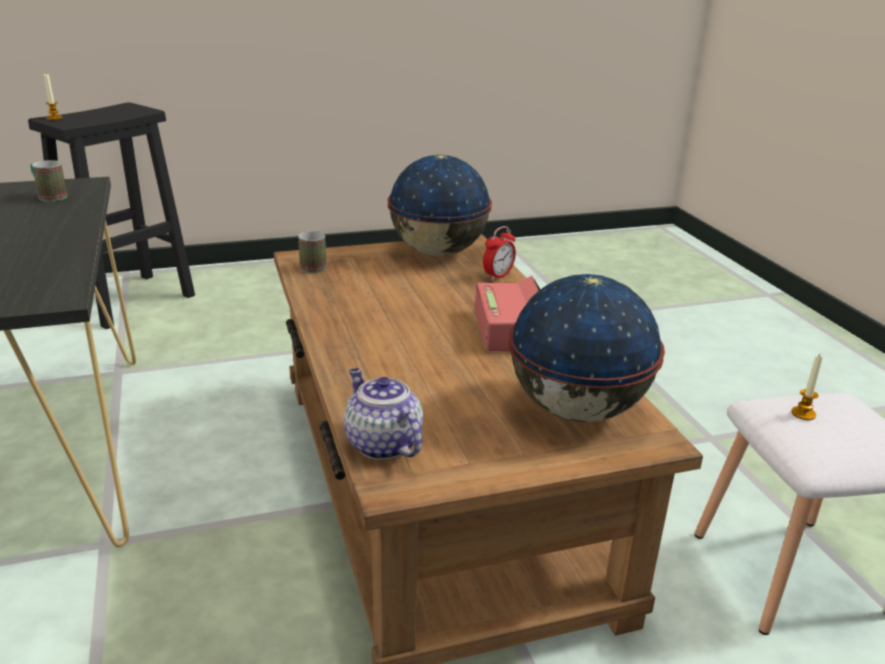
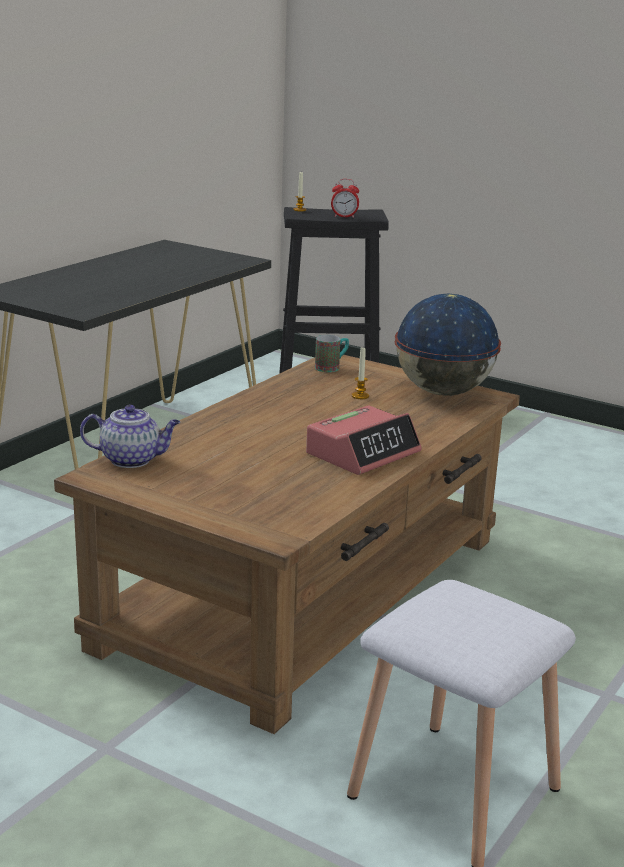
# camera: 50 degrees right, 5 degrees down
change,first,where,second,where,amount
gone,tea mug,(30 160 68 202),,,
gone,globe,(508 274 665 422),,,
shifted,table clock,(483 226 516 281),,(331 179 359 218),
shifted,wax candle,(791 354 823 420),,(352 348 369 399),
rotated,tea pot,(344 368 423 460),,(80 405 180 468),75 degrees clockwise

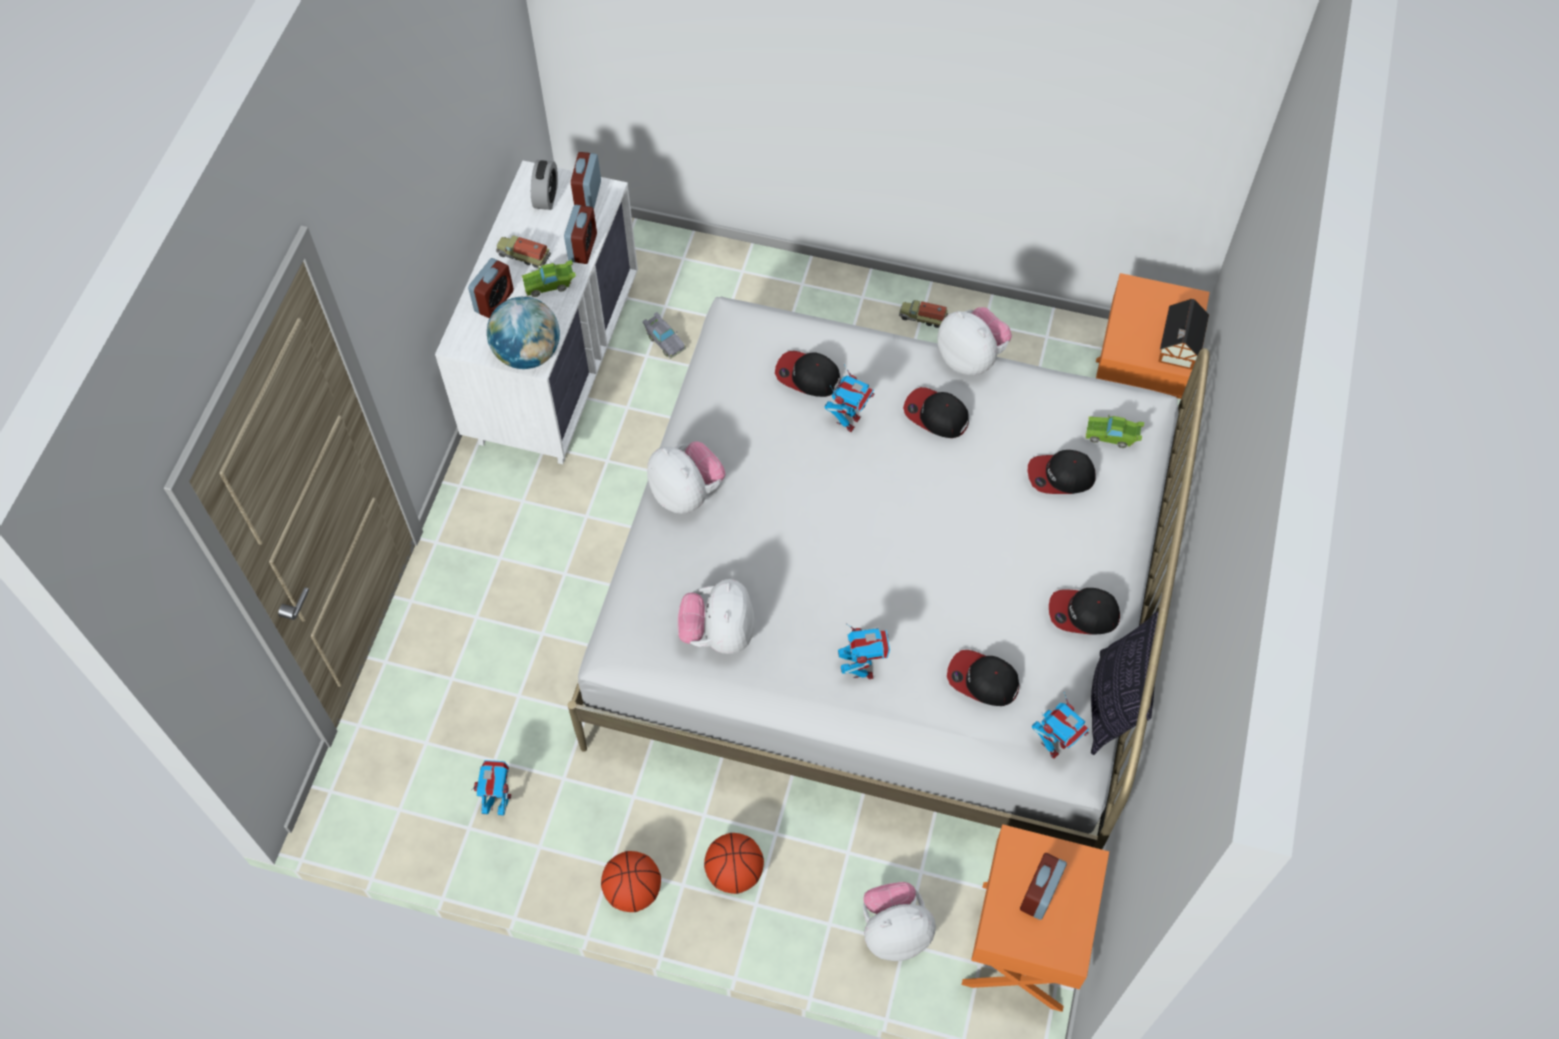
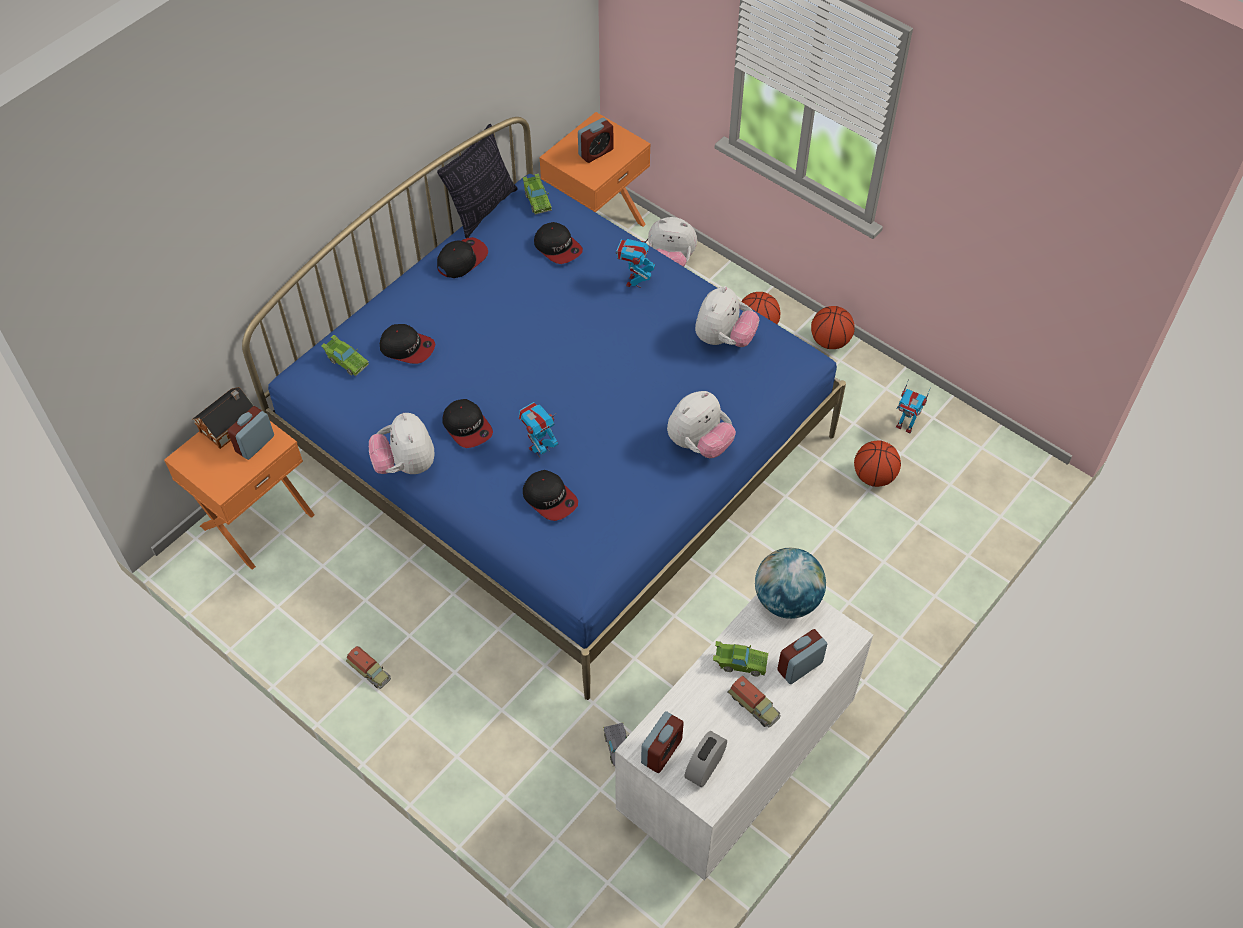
# camera: 155 degrees left, 5 degrees down
change,first,where,second,where,amount
new,,,basketball,(854 441 901 487),
shifted,table clock,(564 205 597 264),,(228 406 274 460),
swapped,toy robot,(1032 692 1089 759),green toy car,(522 174 552 215),
repainted,whitish bed,(568 296 1209 849),bluish bed,(242 117 846 700),
rotated,plush toy,(647 442 726 514),,(667 391 736 458),120 degrees counterclockwise
rotated,baseball cap,(1049 588 1120 635),,(437 237 488 278),75 degrees counterclockwise

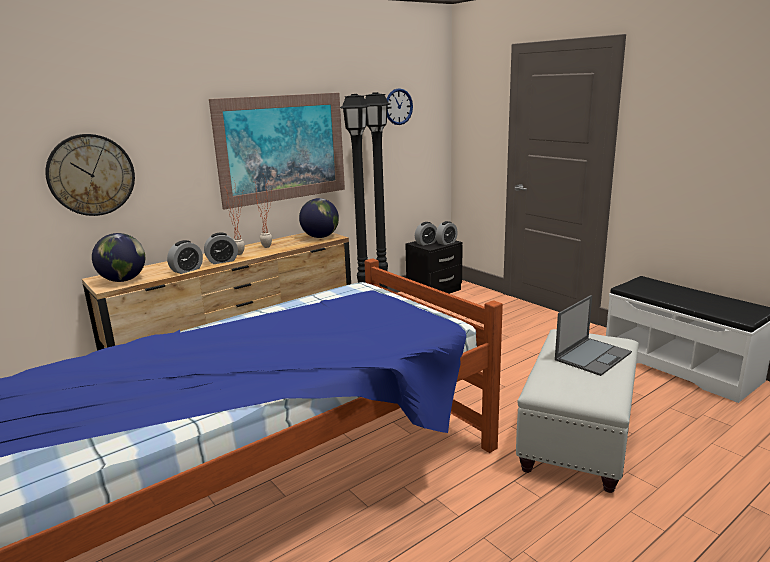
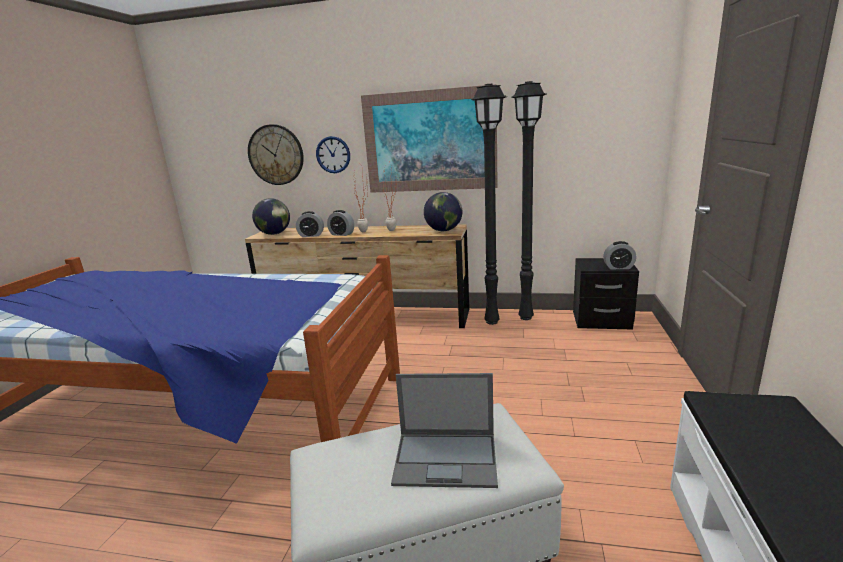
# camera: 50 degrees right, 0 degrees up
change,first,where,second,where,amount
gone,table clock,(415 222 437 245),,,
shifted,wall clock,(387 88 413 125),,(316 136 350 173),

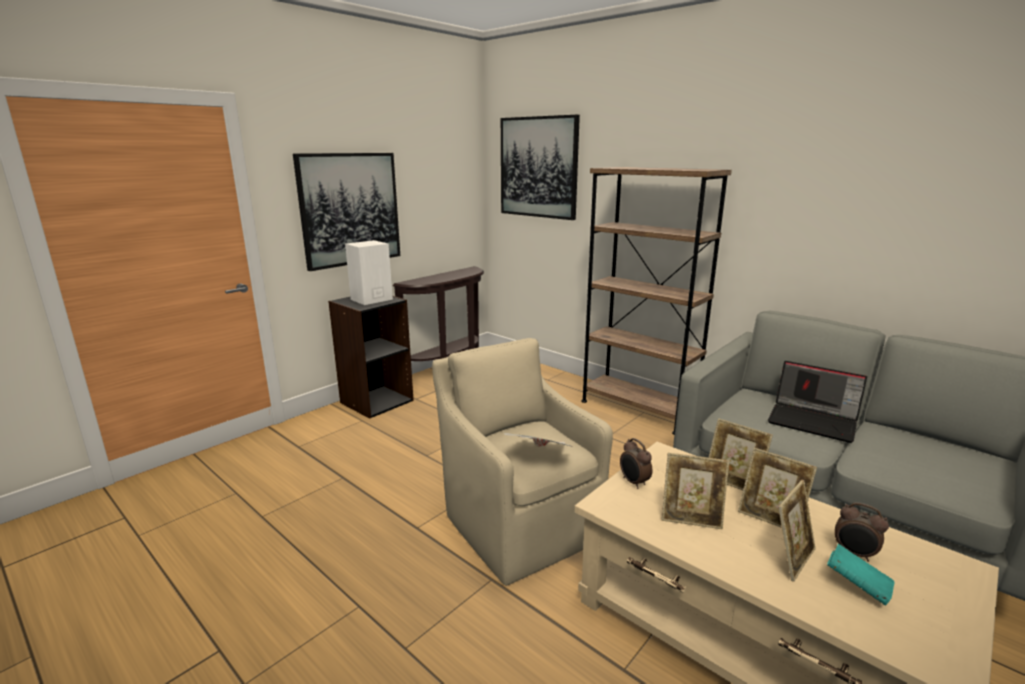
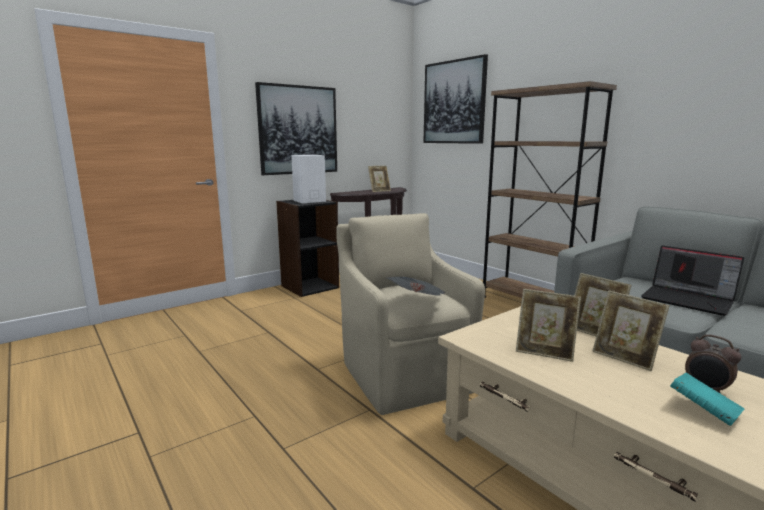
# camera: 10 degrees right, 5 degrees down
change,first,where,second,where,amount
gone,table clock,(620 438 652 489),,,
shifted,picture frame,(778 480 816 582),,(368 166 391 192),

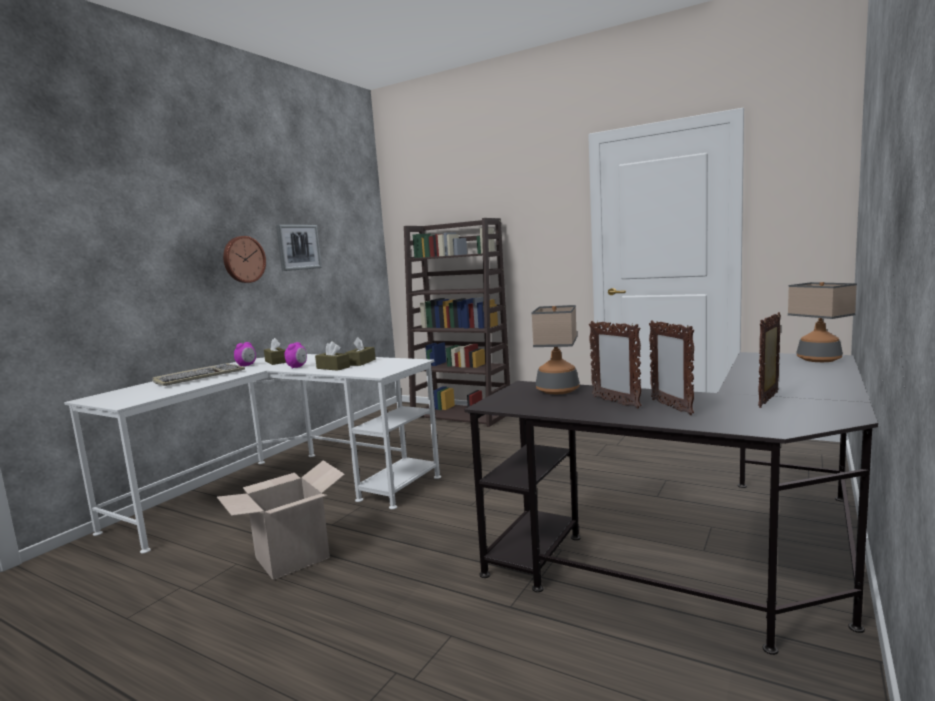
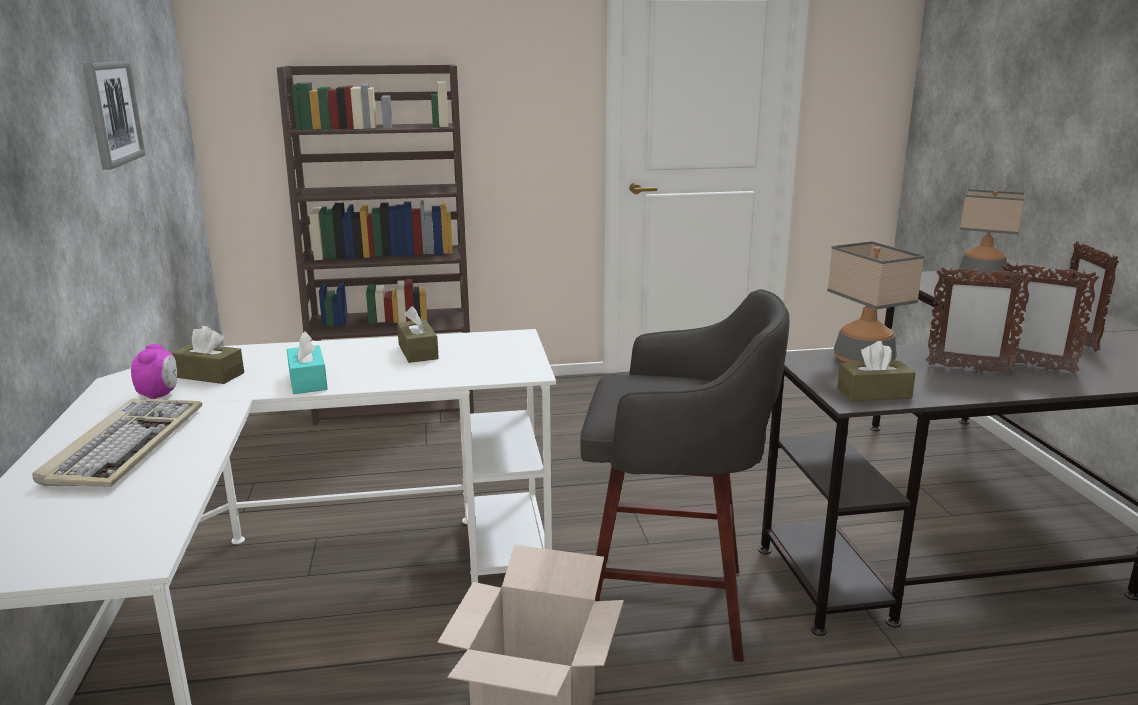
# camera: 40 degrees left, 10 degrees up
change,first,where,second,where,amount
gone,wall clock,(223 236 266 283),,,
new,,,grey stool seat,(580 289 790 662),
shifted,brown-coloured tissue box,(315 341 350 371),,(837 341 916 401),
swapped,table clock,(285 342 307 369),blue-green tissue box,(287 331 328 394),

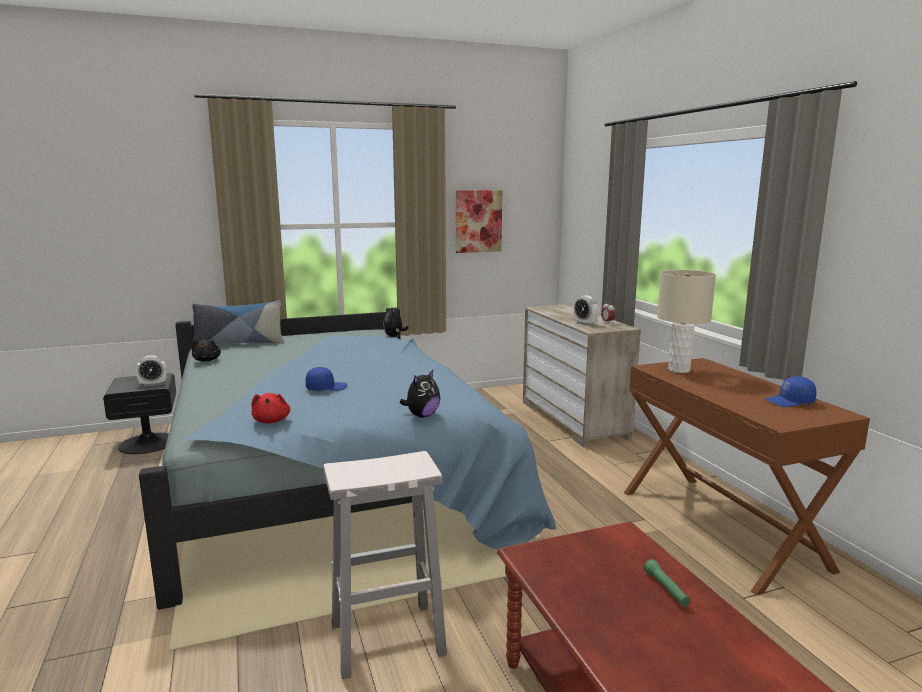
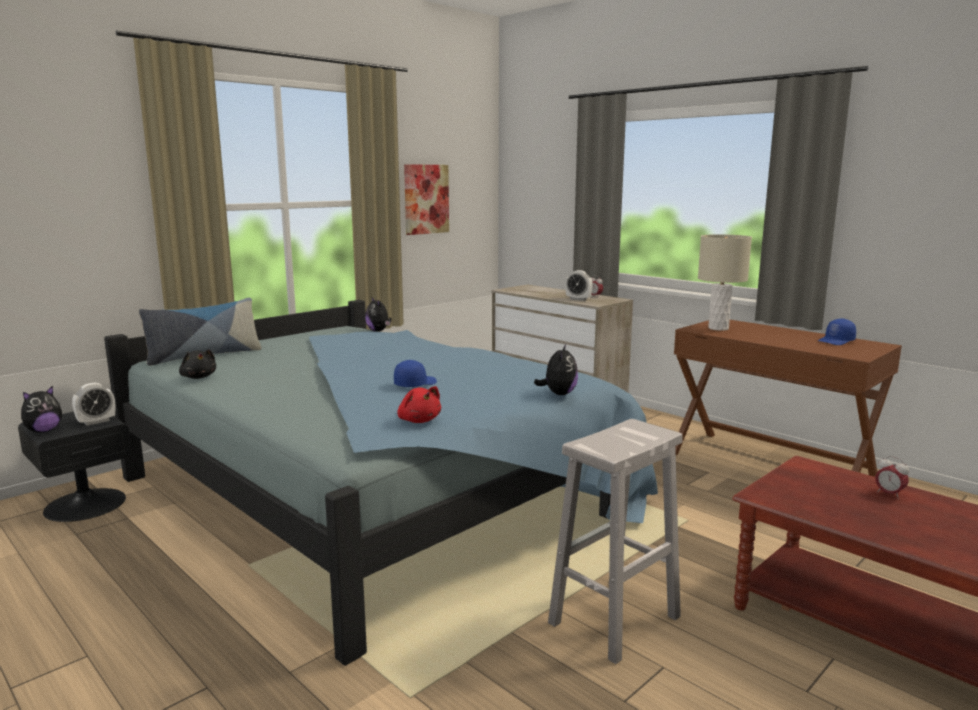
# camera: 25 degrees left, 0 degrees up
change,first,where,second,where,amount
new,,,plush toy,(21 386 62 433),
swapped,green hand torch,(644 559 690 607),table clock,(875 456 909 499),

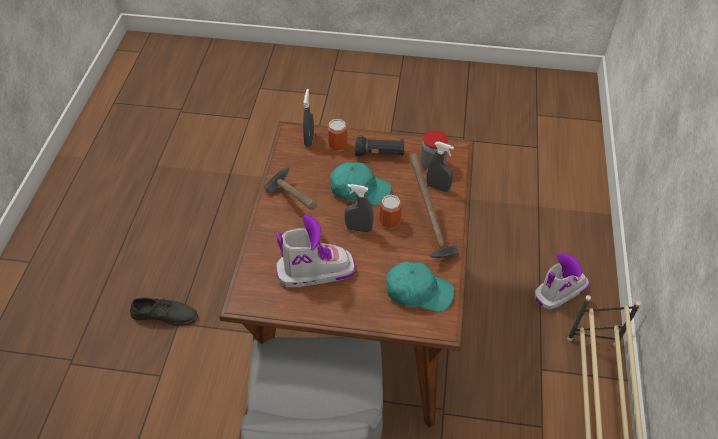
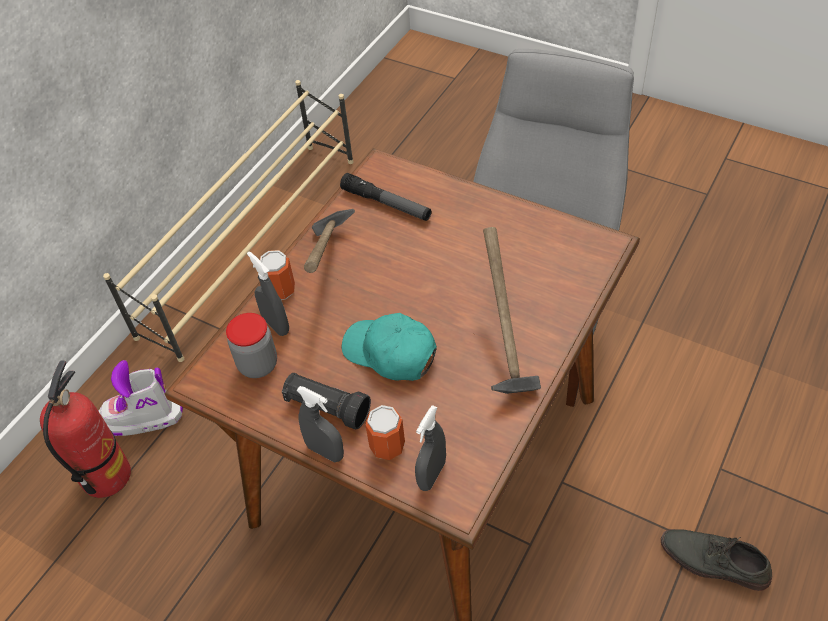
# camera: 155 degrees left, 0 degrees up
change,first,where,second,where,amount
gone,boot,(276 215 355 287),,,
new,,,fire extinguisher,(40 360 131 498),
shifted,grey sprayer,(344 184 373 233),,(296 386 344 462),
shifted,sealed can,(379 195 402 229),,(260 250 295 300),
swapped,blue-green baseball cap,(387 262 454 312),hand torch,(340 173 432 221),

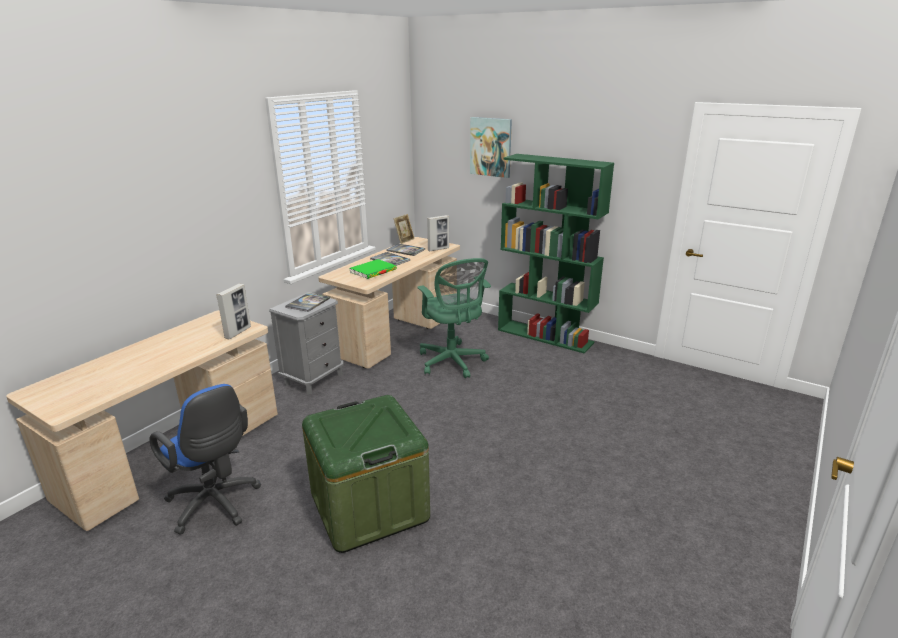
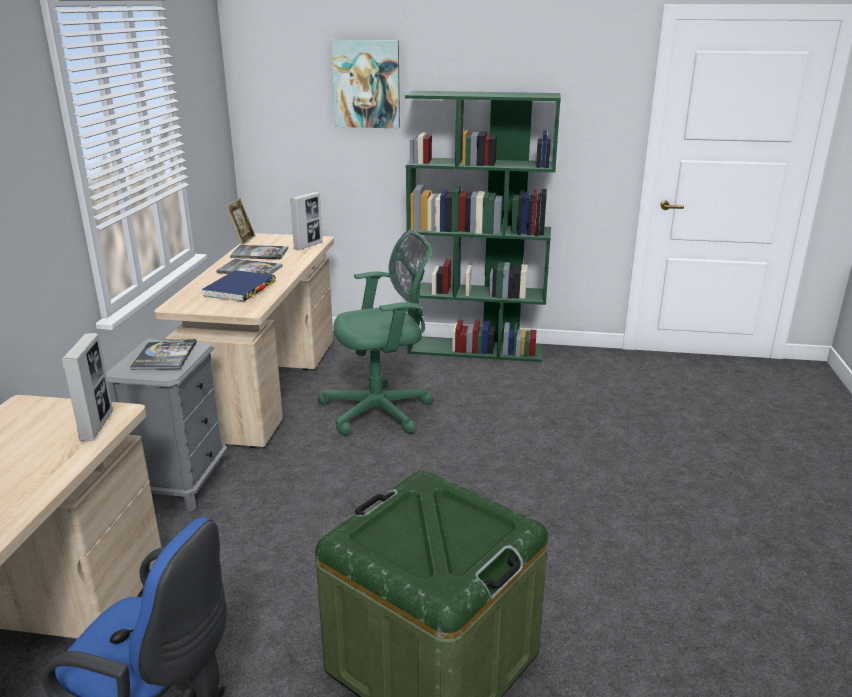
# camera: 25 degrees left, 0 degrees up
change,first,where,second,where,amount
repainted,green bound book,(350 259 397 279),bluish bound book,(202 270 276 301),
rotated,green office chair,(417 258 491 378),,(318 230 433 435),60 degrees counterclockwise

